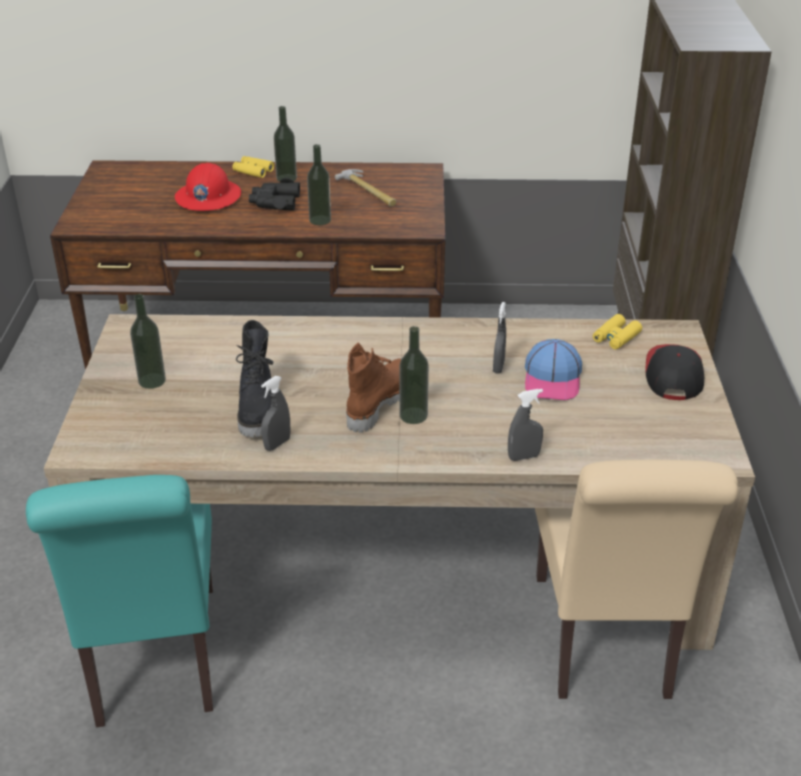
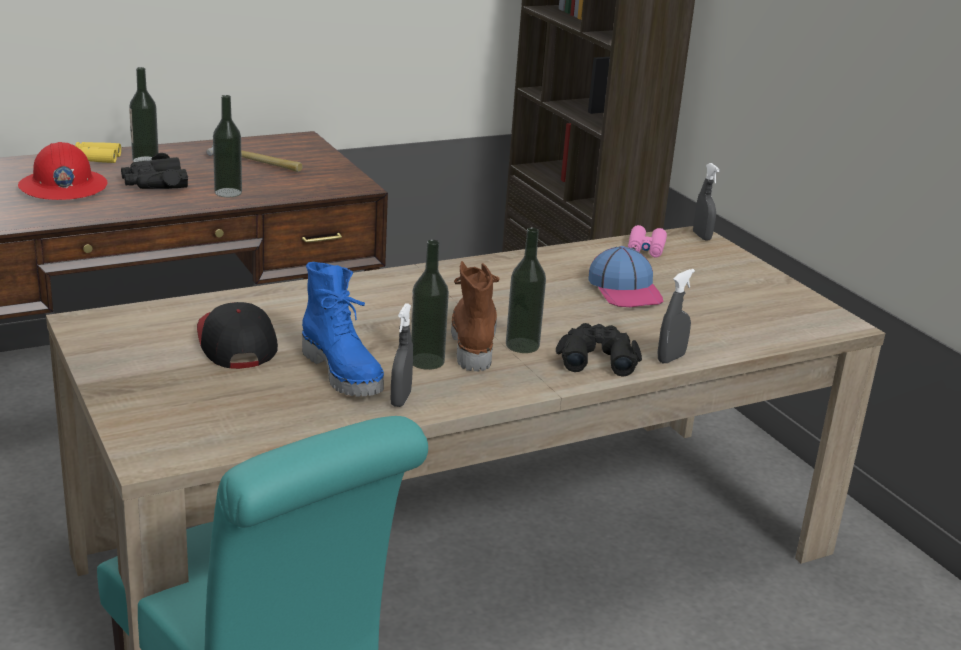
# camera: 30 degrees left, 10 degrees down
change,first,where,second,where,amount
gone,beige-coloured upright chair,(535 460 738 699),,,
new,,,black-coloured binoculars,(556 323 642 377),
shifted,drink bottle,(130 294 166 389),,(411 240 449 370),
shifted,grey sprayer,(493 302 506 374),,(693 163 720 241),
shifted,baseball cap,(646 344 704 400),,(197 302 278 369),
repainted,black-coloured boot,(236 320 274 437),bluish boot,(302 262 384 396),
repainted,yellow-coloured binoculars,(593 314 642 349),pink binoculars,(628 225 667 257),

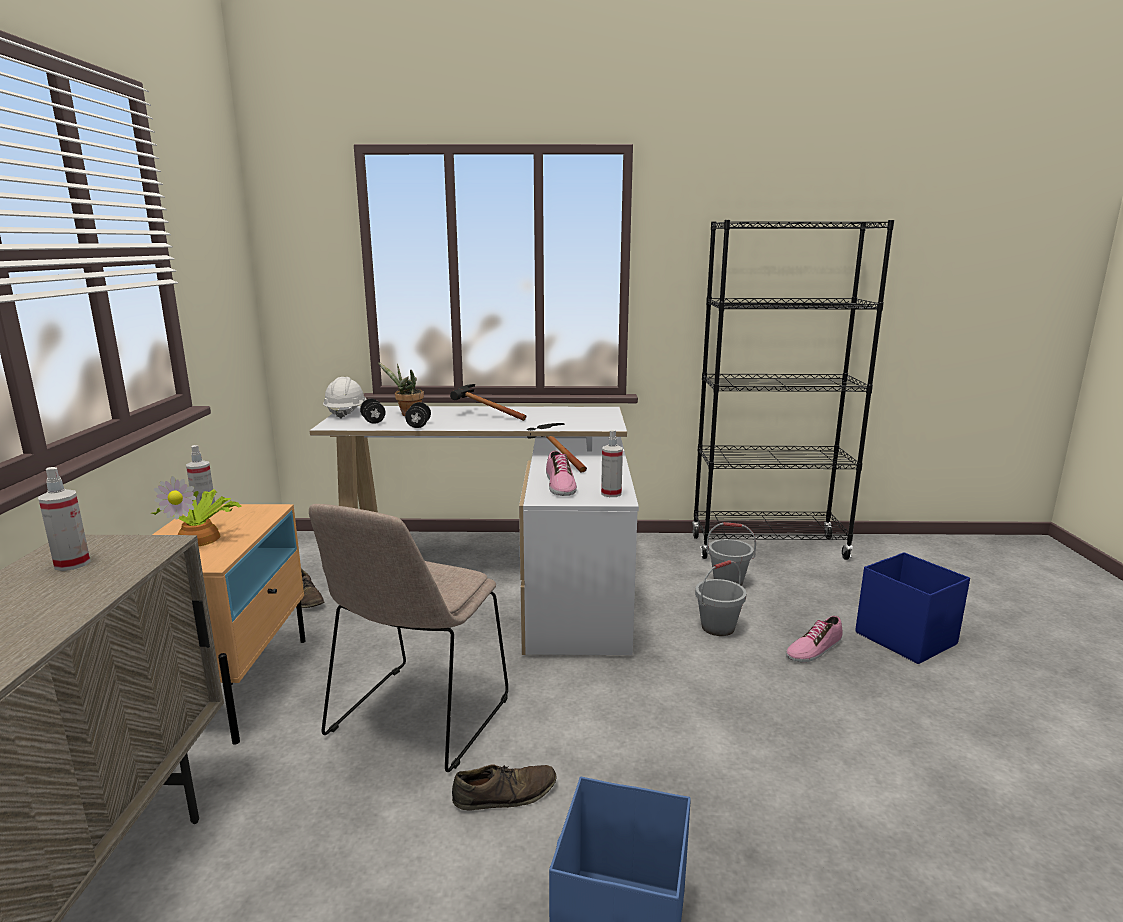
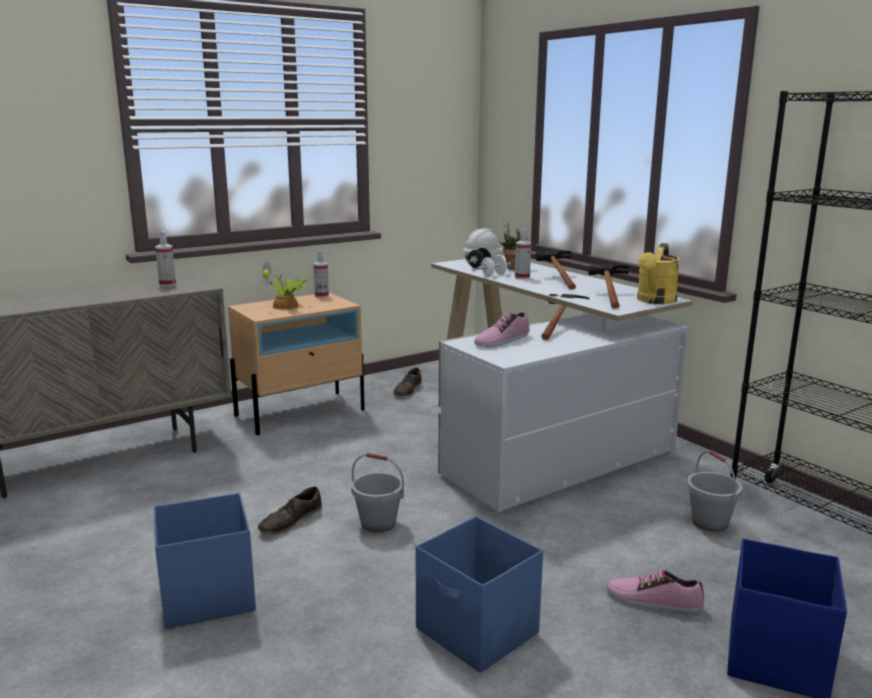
# camera: 55 degrees right, 0 degrees up
change,first,where,second,where,amount
gone,beige-coloured upright chair,(309 504 508 772),,,
new,,,bluish storage bin,(416 516 543 673),
new,,,hammer,(588 264 629 308),
new,,,yellow-coloured watering can,(637 243 680 304),
shifted,sprayer,(601 430 623 497),,(515 229 531 279),
shifted,grey pail,(695 560 746 636),,(351 453 404 532),
repainted,black-coloured dumbbell,(405 402 431 428),whitish dumbbell,(477 256 511 276),
rotated,brown-coloured low shoe,(452 764 557 811),,(258 486 322 535),90 degrees clockwise

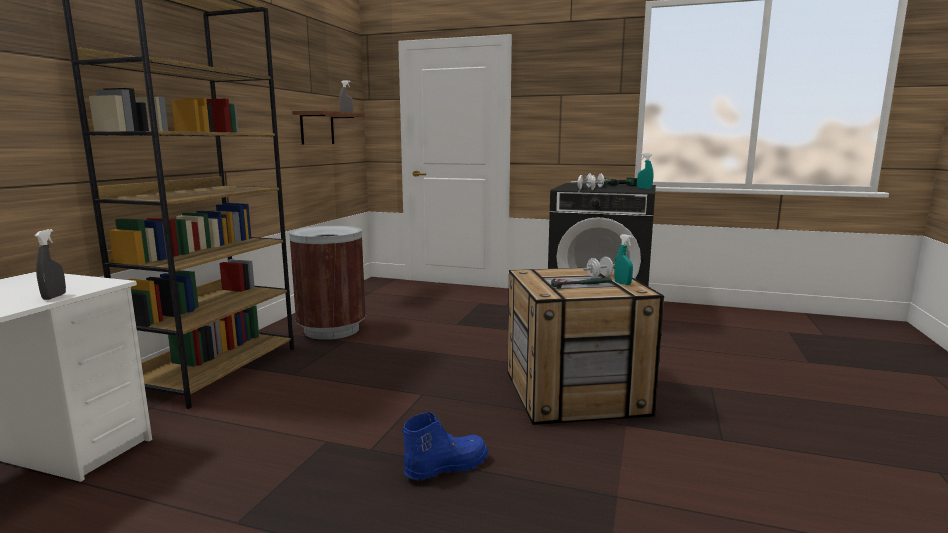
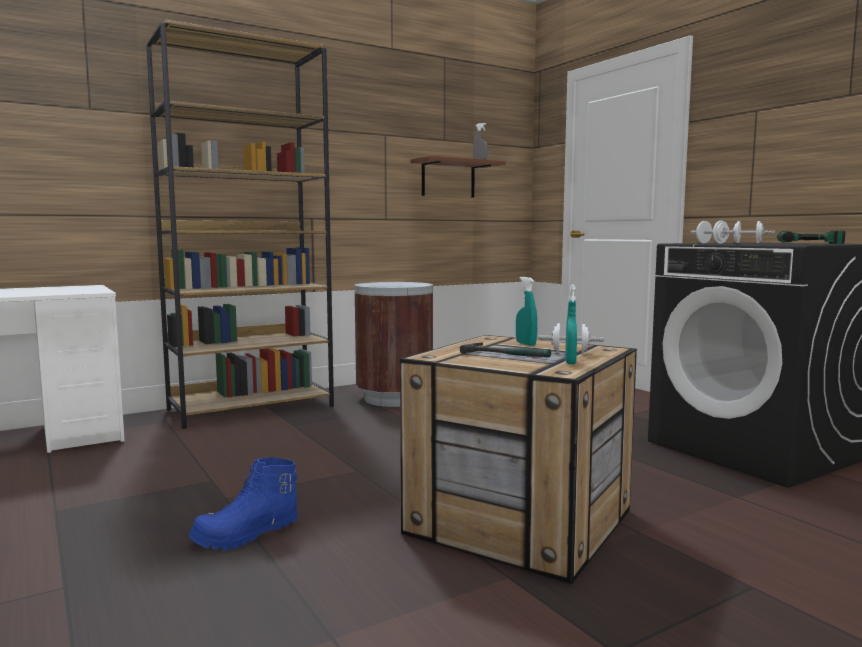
# camera: 40 degrees right, 5 degrees down
change,first,where,second,where,amount
gone,grey sprayer,(34 229 66 300),,,
shifted,blue-green sprayer,(637 153 654 189),,(516 277 537 346),
rotated,bluish boot,(402 411 488 480),,(189 457 298 551),135 degrees clockwise

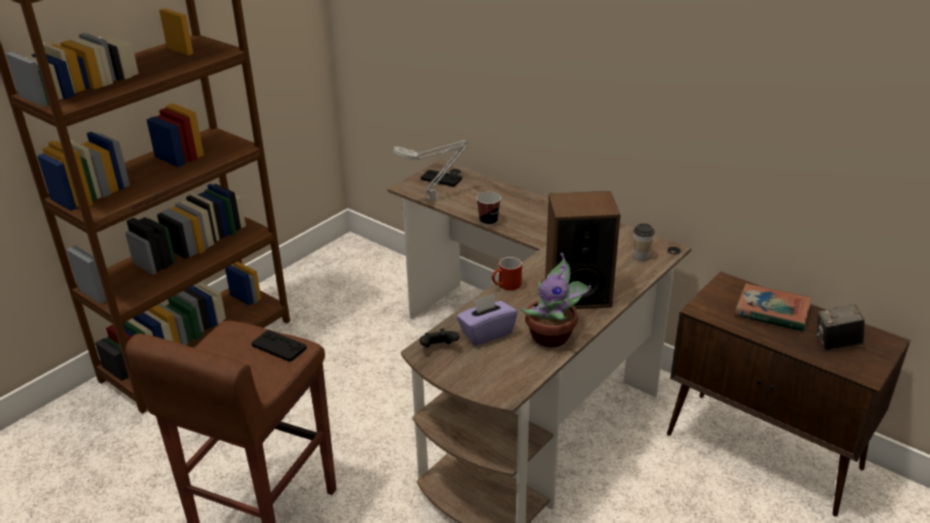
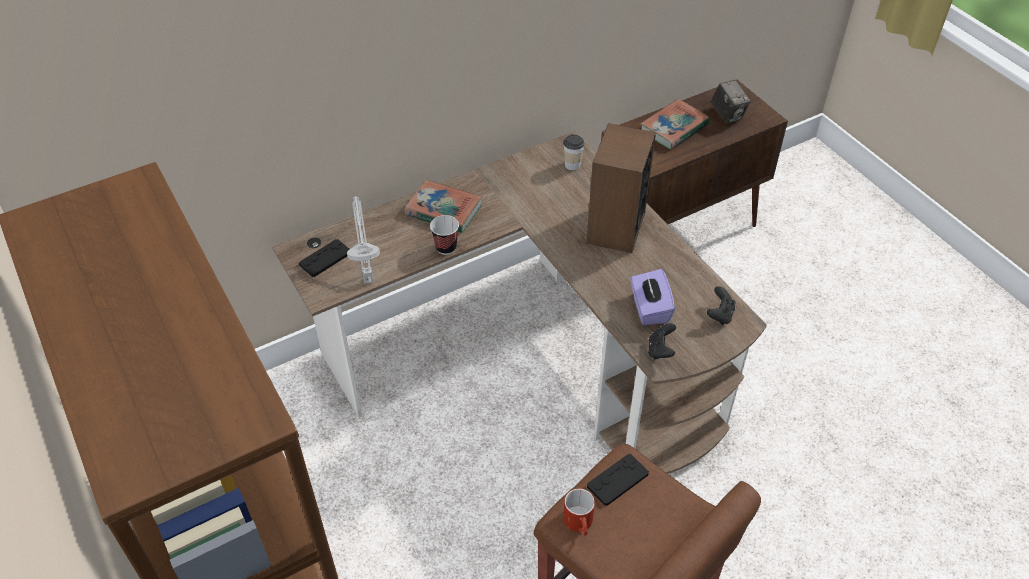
# camera: 70 degrees left, 15 degrees up
change,first,where,second,where,amount
gone,potted plant,(520 253 591 347),,,
new,,,bound book,(404 180 482 233),
new,,,black-coloured gamepad,(707 286 736 325),
shifted,red tea mug,(492 257 522 291),,(563 488 595 536),
rotated,still camera,(816 304 865 350),,(711 80 751 123),45 degrees counterclockwise

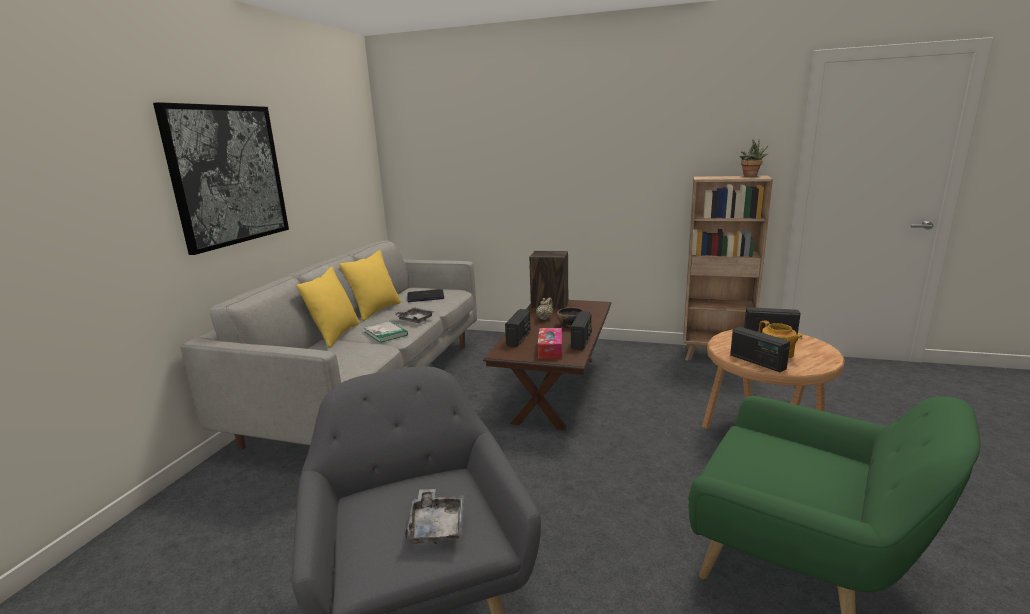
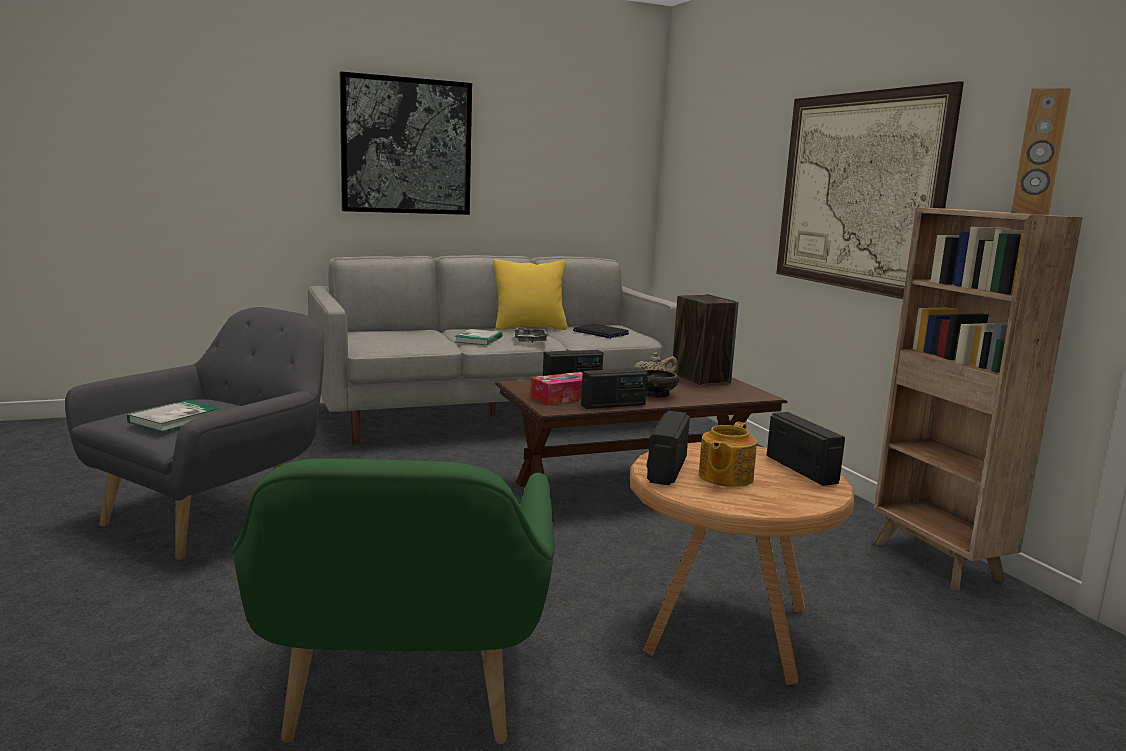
# camera: 50 degrees right, 5 degrees down
change,first,where,second,where,amount
gone,yellow-coloured cushion,(296 267 360 348),,,
new,,,wall art,(776 81 964 299),
swapped,grey serving tray,(405 489 464 544),bound book,(127 400 220 432),
swapped,potted plant,(740 140 768 177),brown-coloured speaker,(1011 88 1071 215),

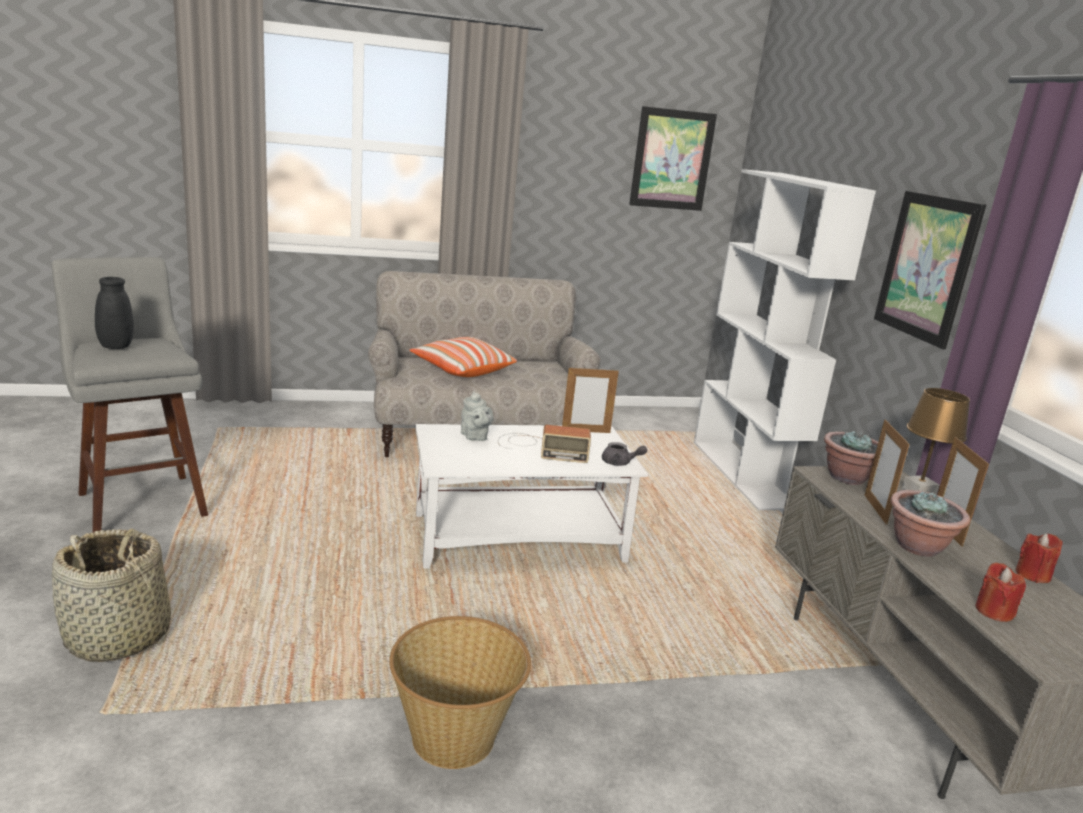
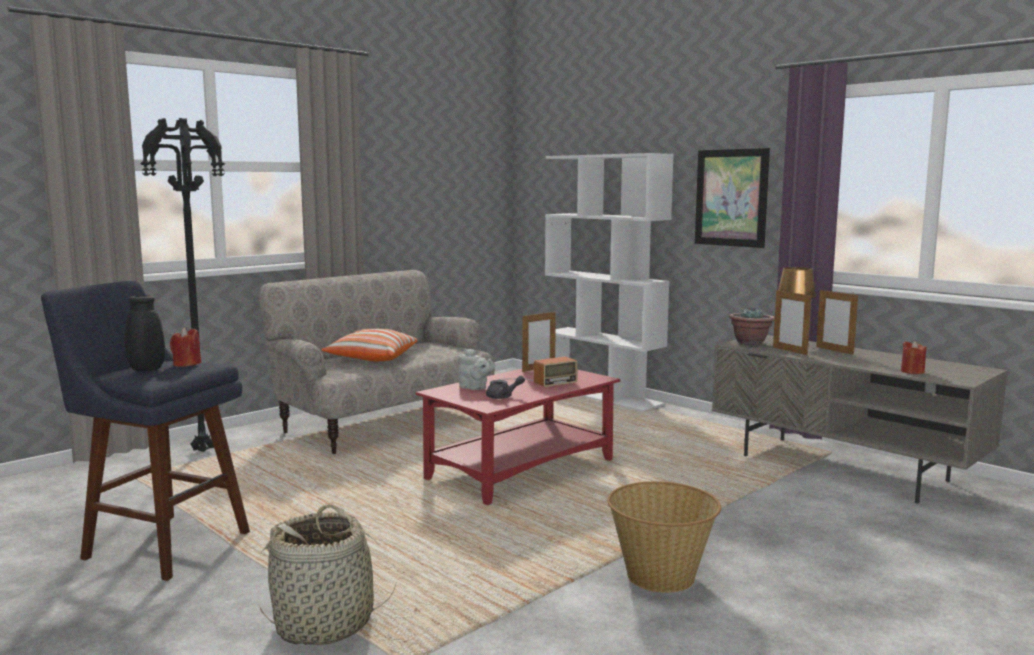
# camera: 30 degrees left, 10 degrees down
change,first,where,second,where,amount
gone,wall art,(629 106 717 211),,,
gone,potted plant,(891 490 970 557),,,
new,,,black-coloured standing lamp,(140 118 225 452),
shifted,grey tea pot,(602 442 647 466),,(486 376 525 399),
shifted,red wax candle,(1016 533 1063 583),,(170 327 201 367),
repainted,grey stool seat,(52 257 208 533),bluish stool seat,(41 281 250 581),
repainted,whitish lounge table,(415 424 648 569),red lounge table,(416 369 620 505),

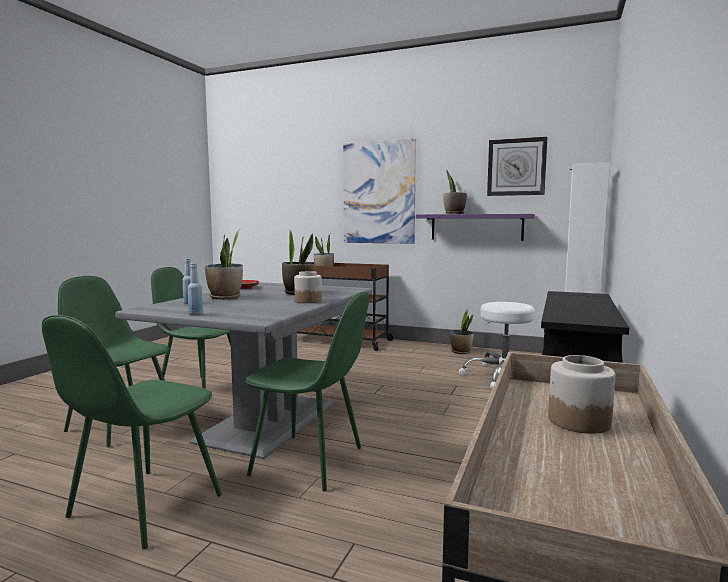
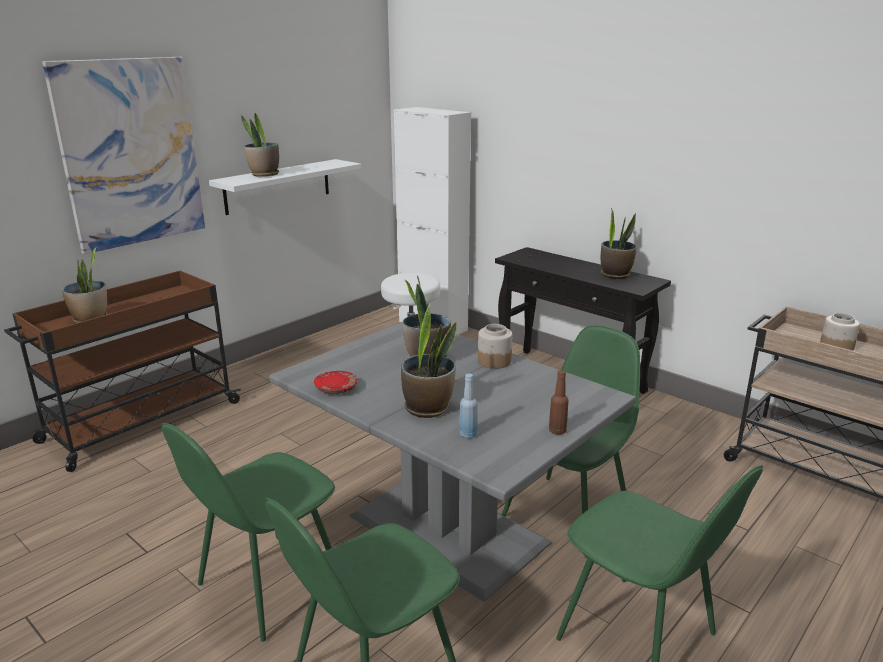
# camera: 70 degrees left, 15 degrees up
change,first,where,second,where,amount
gone,wall clock,(487 137 547 196),,,
shifted,potted plant,(450 309 474 354),,(601 208 637 279),
repainted,bluish drink bottle,(188 263 203 315),brown-coloured drink bottle,(549 370 569 435),
repainted,purple bracket shelf,(416 214 535 241),whitish bracket shelf,(209 159 361 215),

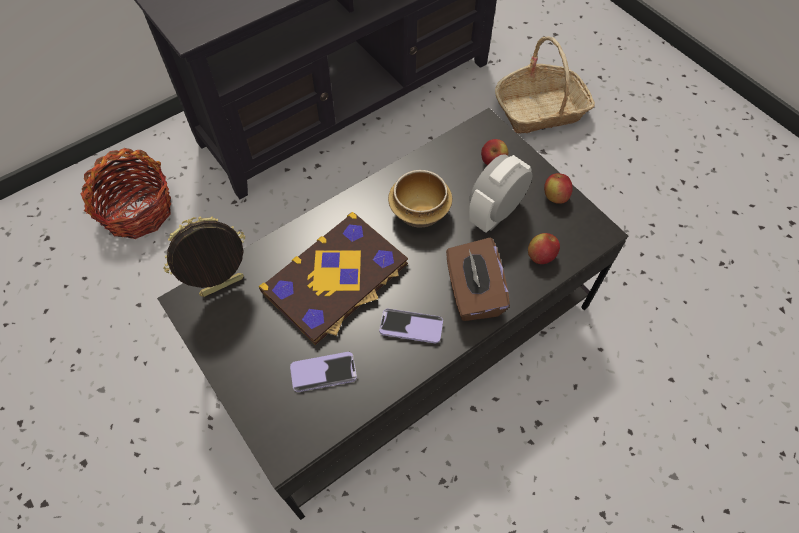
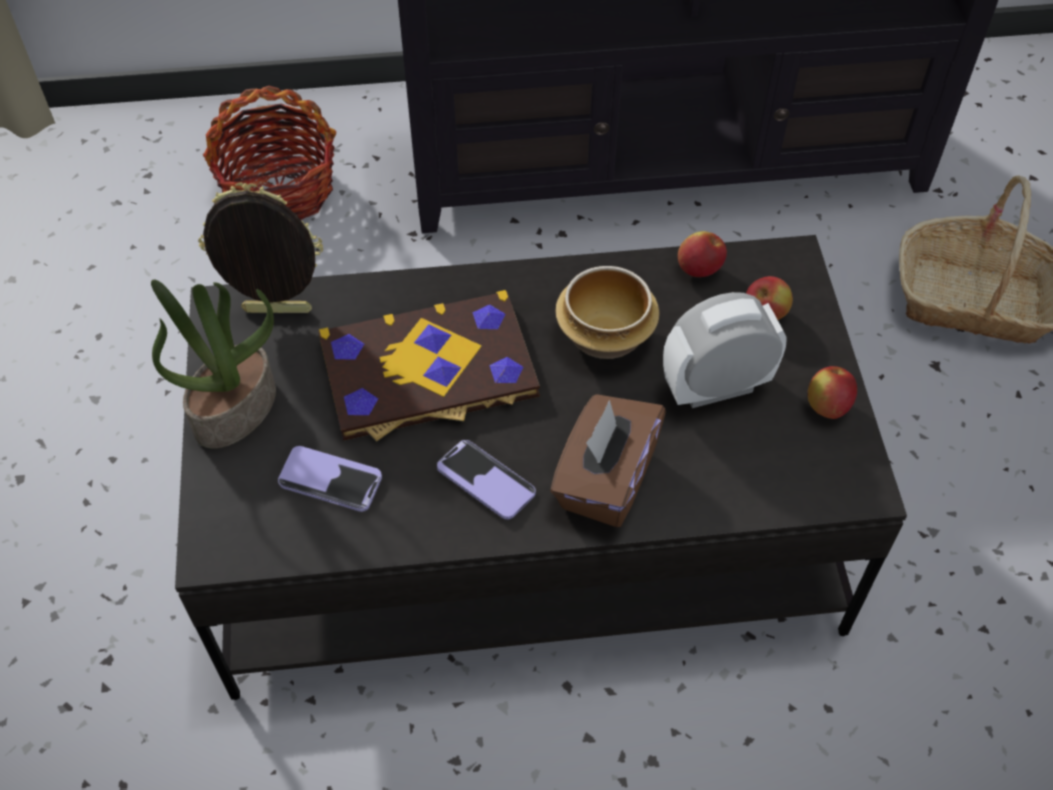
# camera: 30 degrees right, 5 degrees down
change,first,where,second,where,amount
new,,,potted plant,(151 279 276 448),
shifted,apple,(528 233 560 264),,(678 231 727 277),

